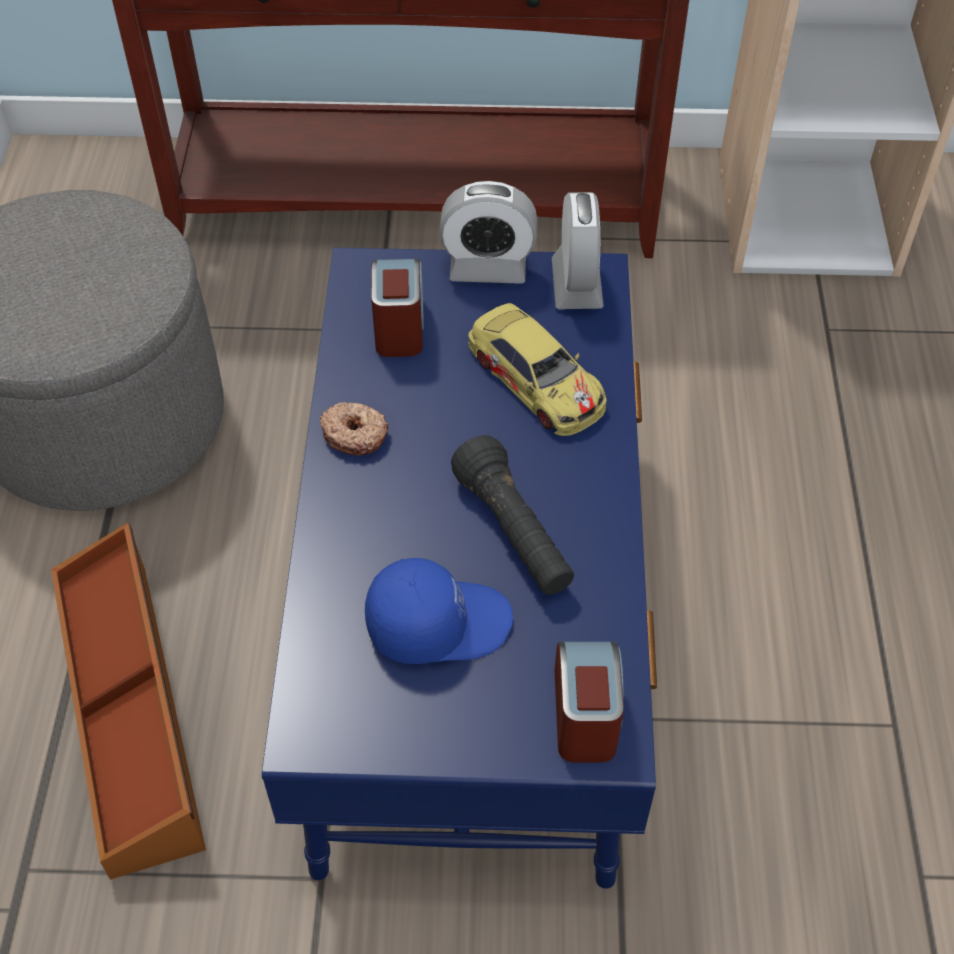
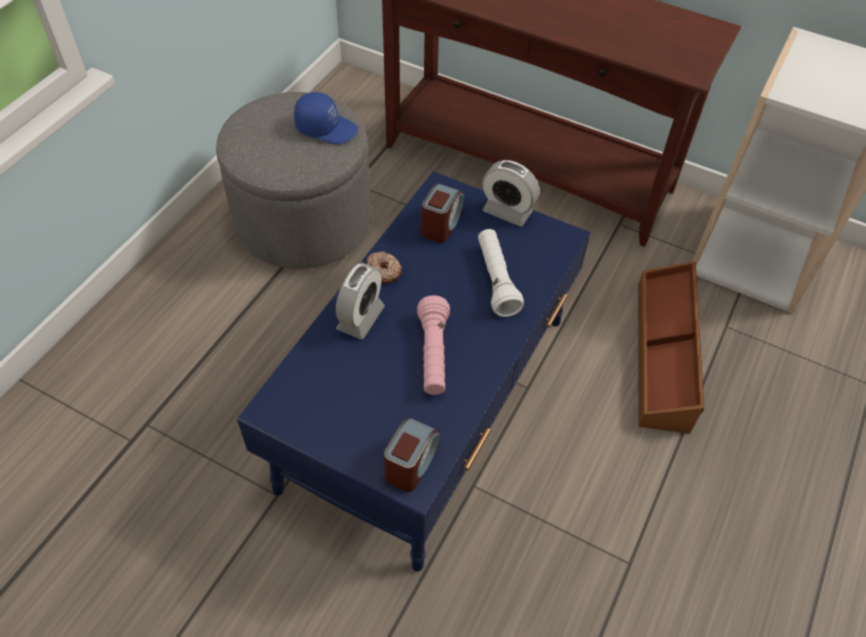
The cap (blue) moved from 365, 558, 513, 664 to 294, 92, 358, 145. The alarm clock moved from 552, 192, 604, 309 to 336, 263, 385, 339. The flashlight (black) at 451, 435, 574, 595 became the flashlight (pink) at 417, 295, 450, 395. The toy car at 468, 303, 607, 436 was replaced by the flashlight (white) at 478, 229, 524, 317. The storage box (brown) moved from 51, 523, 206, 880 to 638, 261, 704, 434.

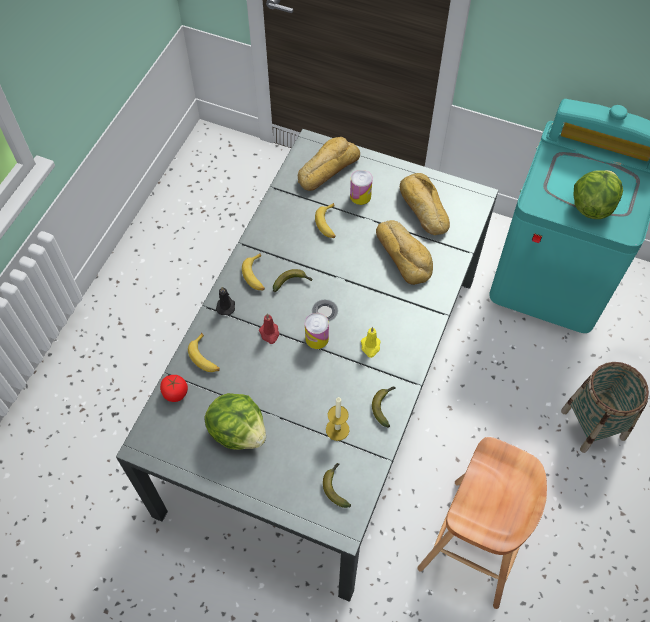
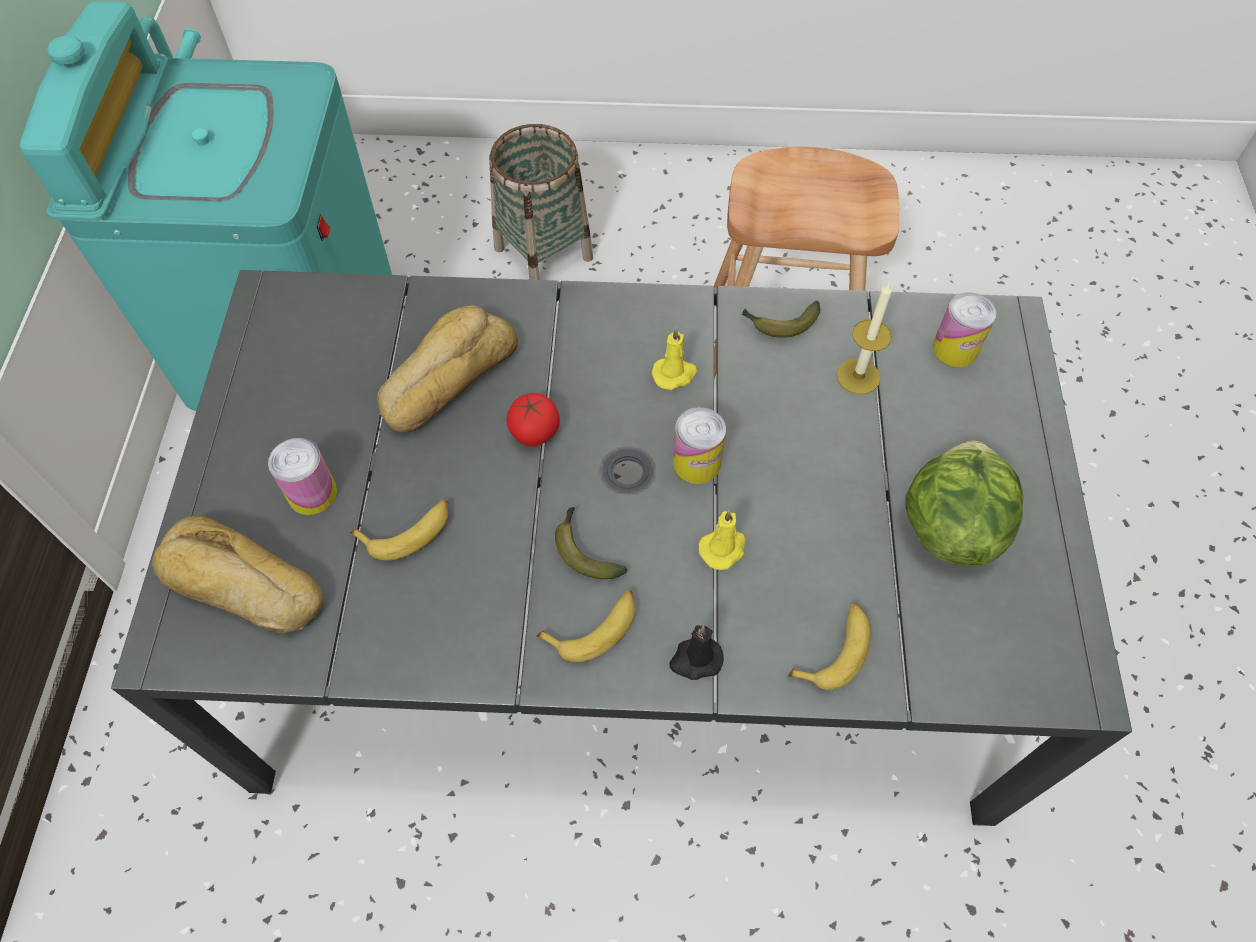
The tomato moved from 160, 375, 188, 402 to 506, 393, 560, 447. The candle (red) at 259, 313, 279, 344 became the candle (yellow) at 699, 510, 746, 570. The banana at 323, 463, 351, 508 was replaced by the can at 932, 292, 997, 367. The bread at 400, 173, 450, 235 disappeared. The lettuce at 573, 170, 623, 219 disappeared.

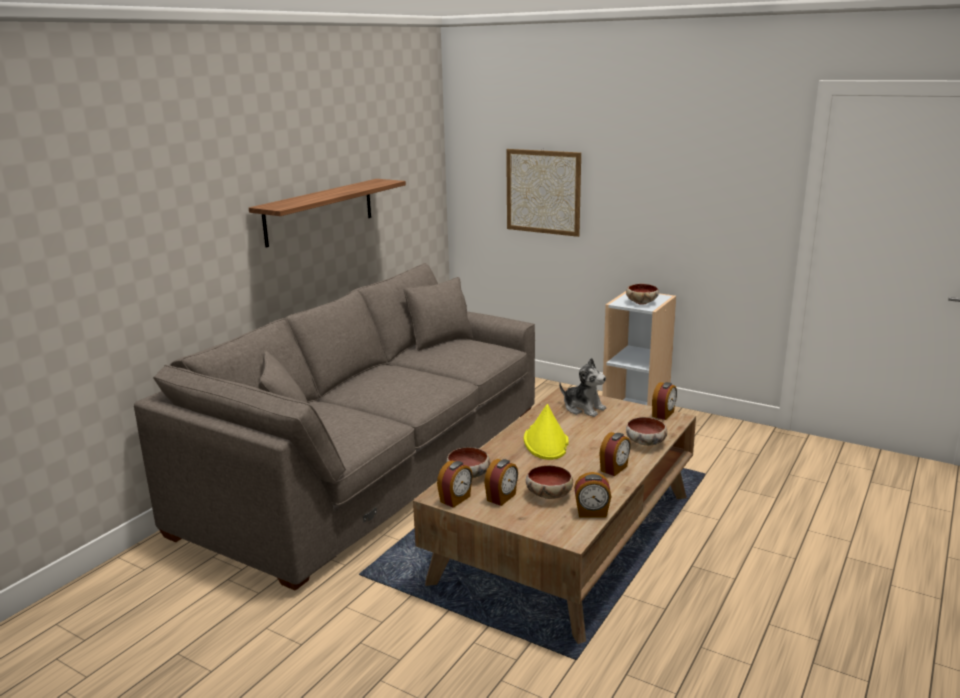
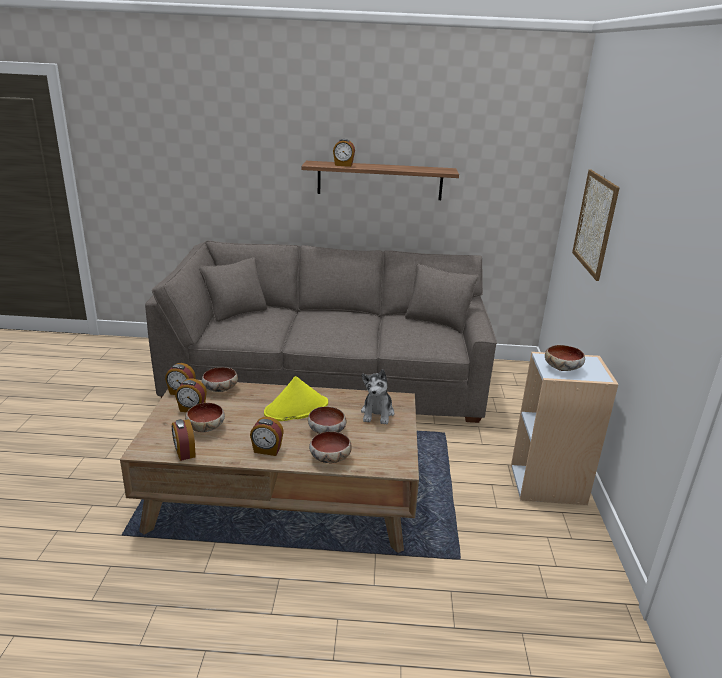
The bowl at 308, 406, 346, 434 appeared. The alarm clock moved from 652, 382, 677, 420 to 333, 139, 355, 167.

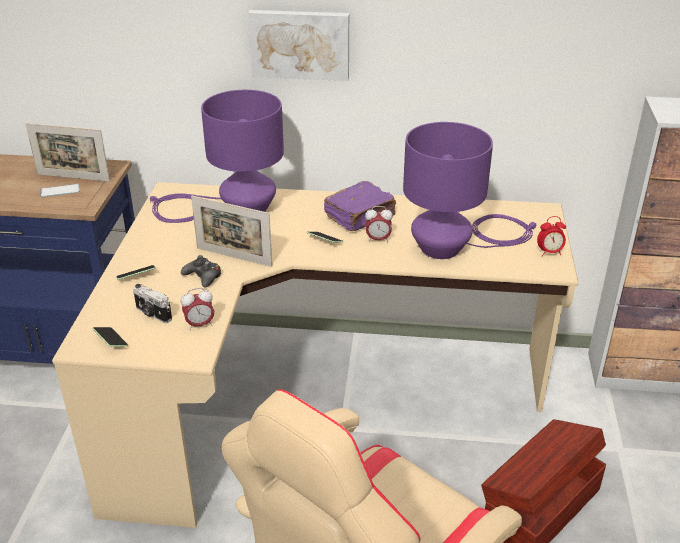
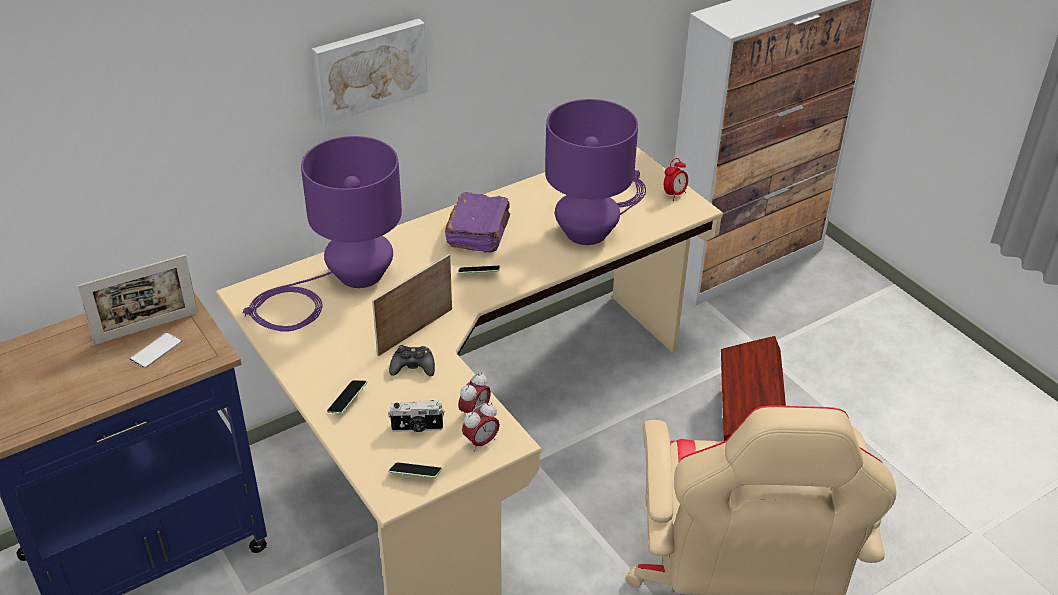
The picture frame at 191, 196, 272, 267 turned 150 degrees clockwise. The alarm clock moved from 365, 206, 393, 242 to 462, 403, 500, 452.

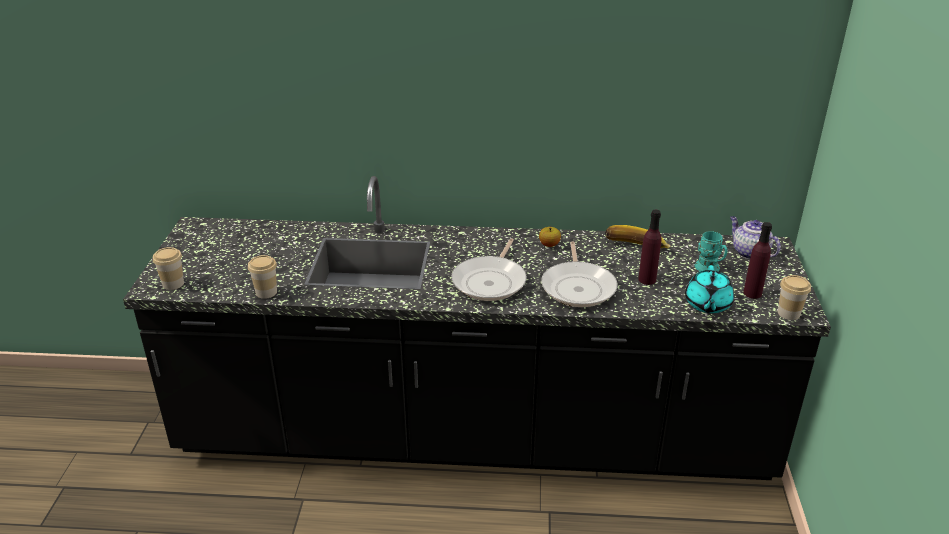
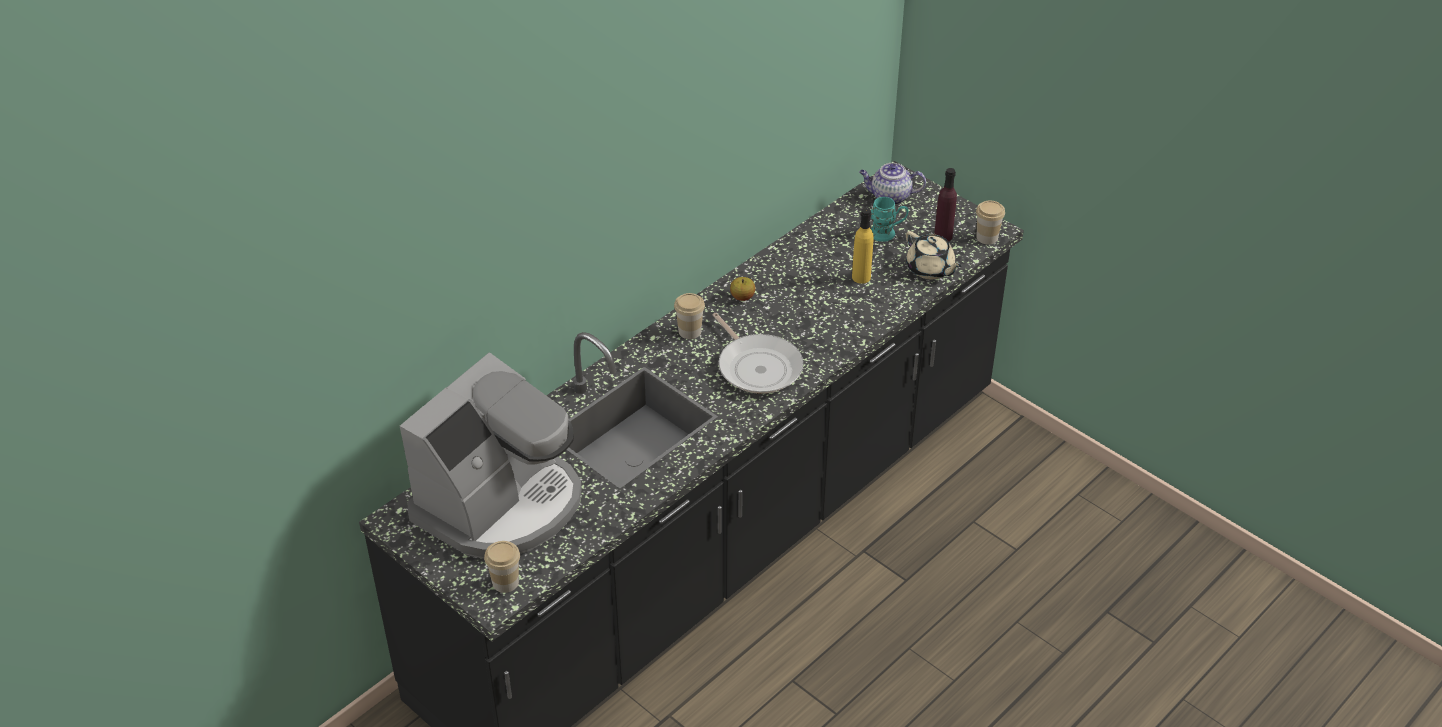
The coffee machine at 400, 352, 582, 559 appeared. The cup moved from 248, 255, 277, 299 to 674, 293, 705, 339. The bottle (purple) at 638, 210, 661, 285 became the bottle (yellow) at 852, 208, 874, 284. The teapot (turquoise) at 685, 265, 734, 313 became the teapot (beige) at 906, 231, 962, 279. The frying pan at 541, 241, 618, 307 disappeared. The banana at 605, 225, 671, 248 disappeared.

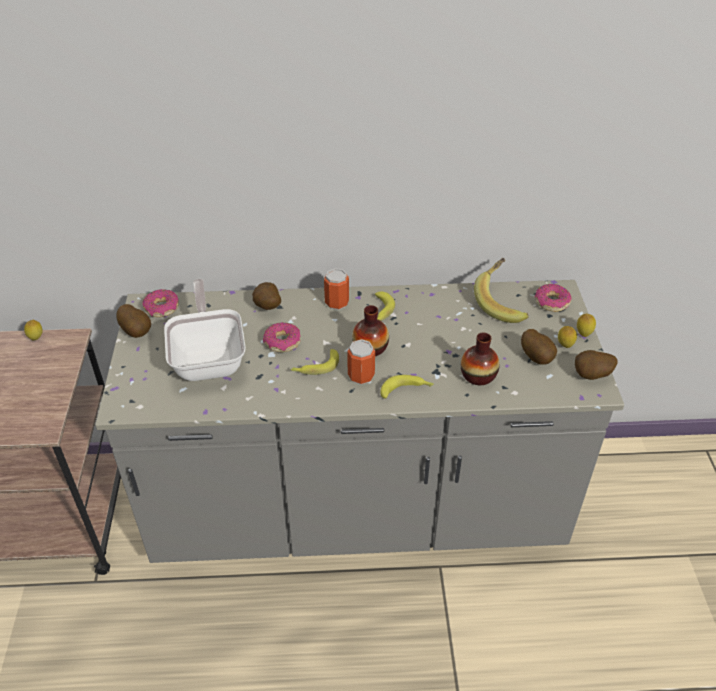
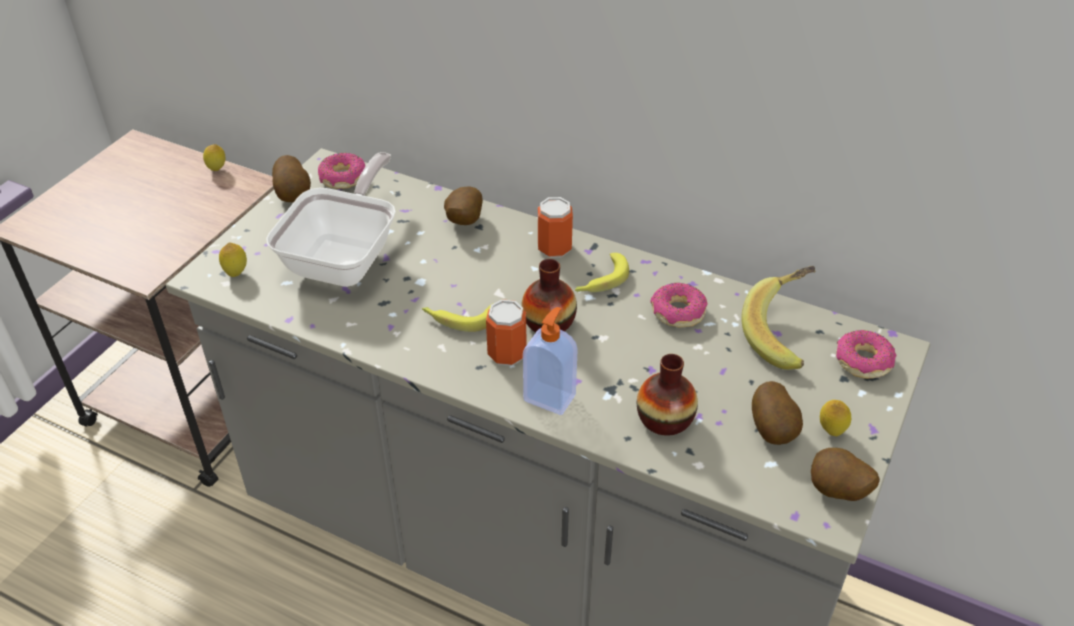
The lemon moved from 577, 314, 596, 337 to 219, 242, 247, 277. The banana at 380, 375, 434, 399 was replaced by the soap dispenser at 523, 307, 578, 415. The donut moved from 263, 322, 301, 352 to 650, 283, 707, 328.

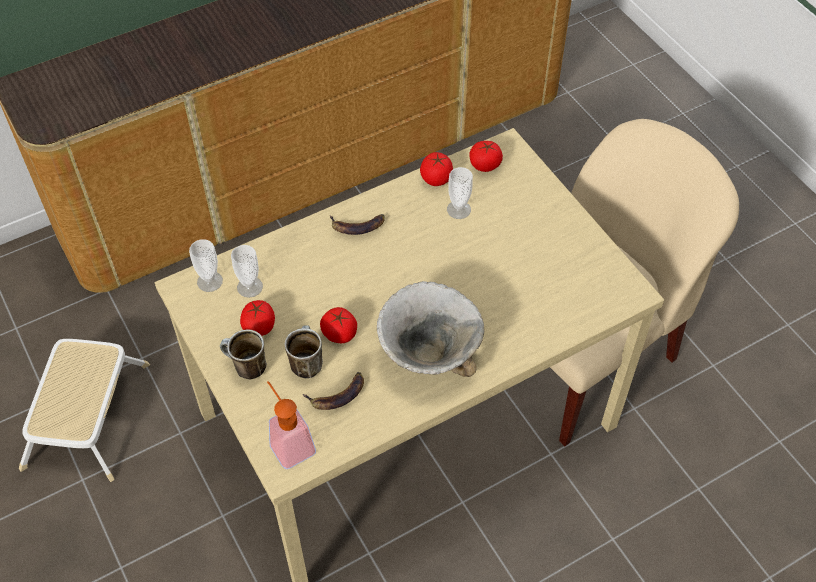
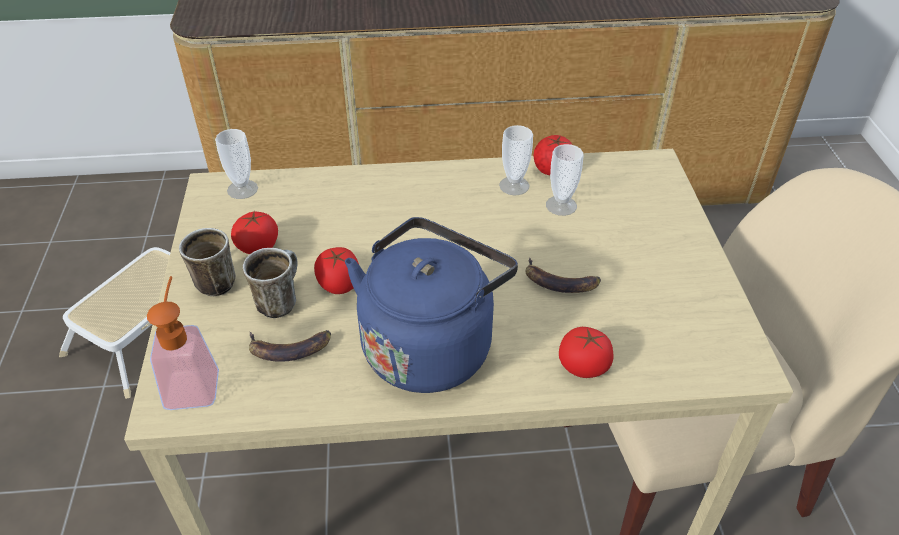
The bowl at 377, 281, 485, 377 was replaced by the kettle (blue) at 345, 217, 518, 393. The cup moved from 231, 245, 263, 298 to 499, 125, 533, 195. The banana moved from 330, 214, 385, 235 to 525, 257, 601, 293. The tomato moved from 470, 141, 503, 172 to 559, 327, 614, 378.

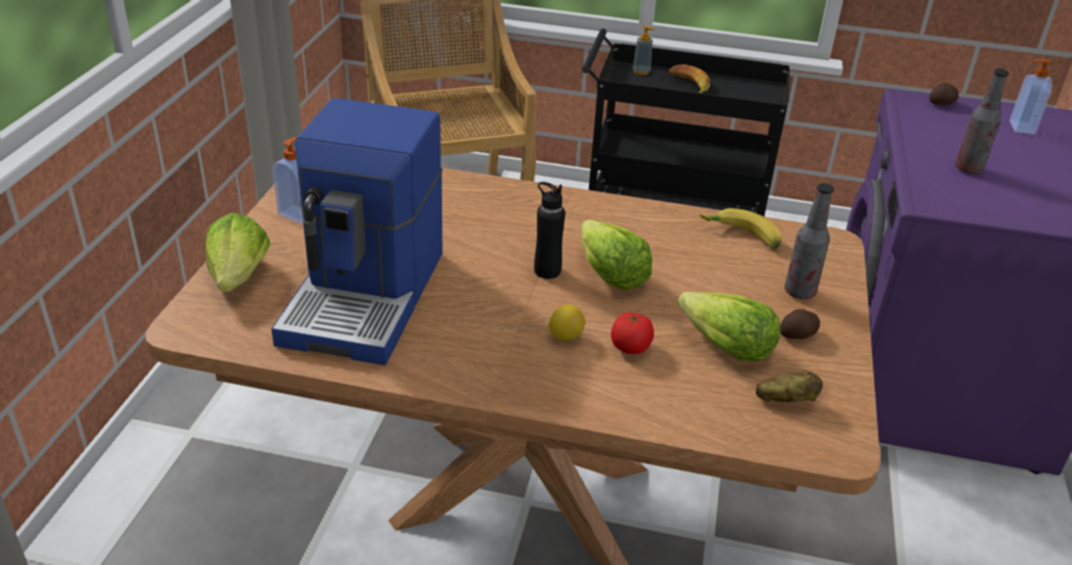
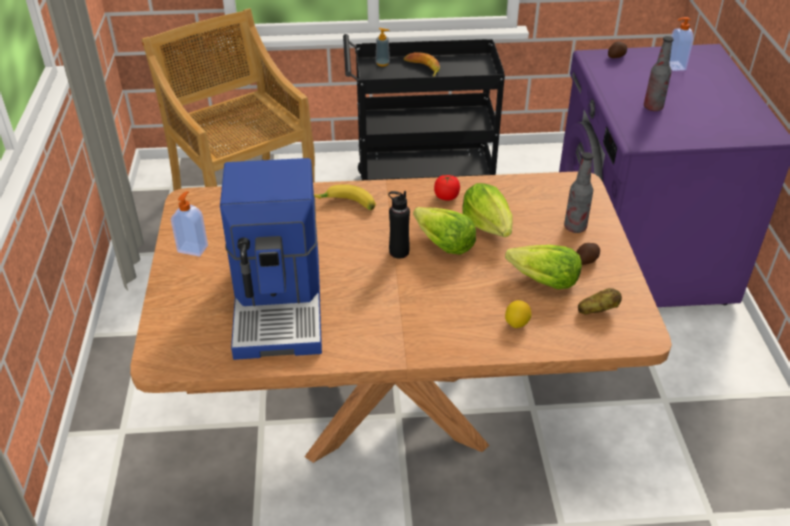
The banana moved from 700, 208, 782, 249 to 314, 184, 376, 210. The tomato moved from 611, 311, 654, 354 to 434, 175, 460, 201. The lettuce moved from 205, 213, 270, 292 to 462, 183, 513, 237. The lemon moved from 549, 304, 585, 341 to 505, 300, 531, 328.

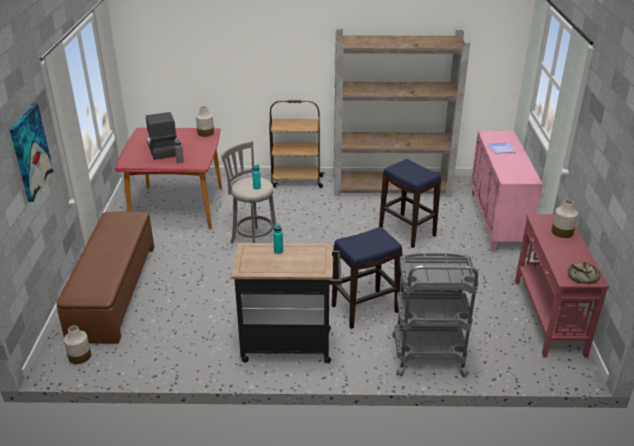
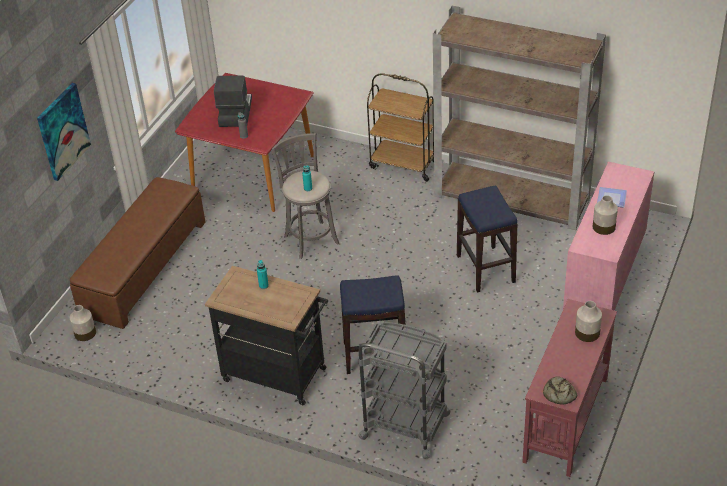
The vase (beige) moved from 196, 106, 214, 137 to 593, 195, 618, 235.

